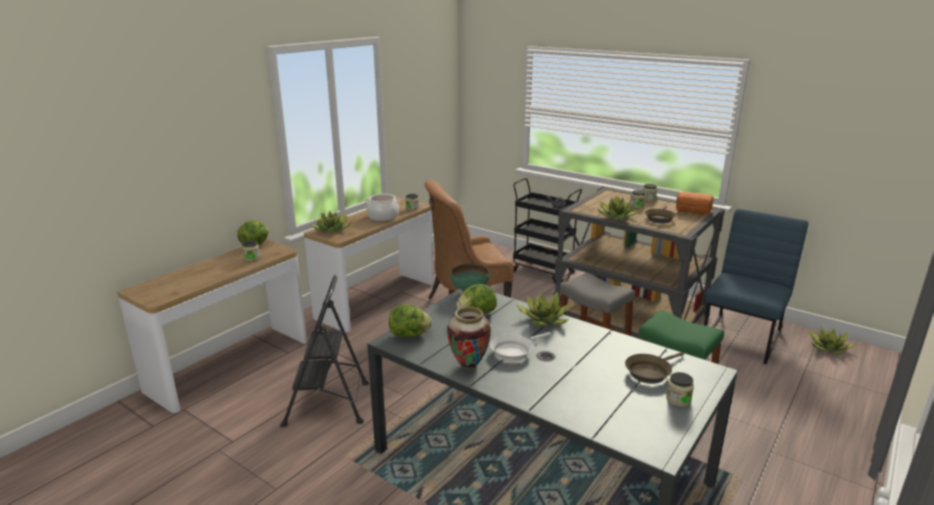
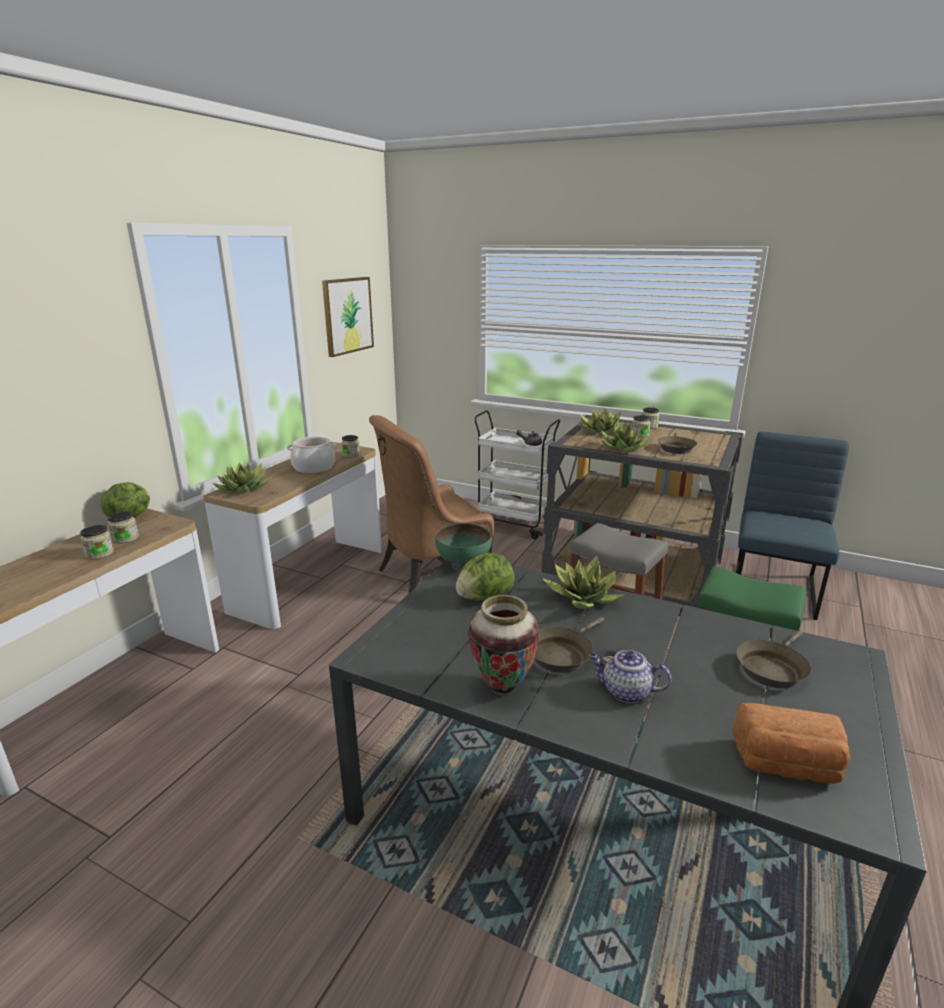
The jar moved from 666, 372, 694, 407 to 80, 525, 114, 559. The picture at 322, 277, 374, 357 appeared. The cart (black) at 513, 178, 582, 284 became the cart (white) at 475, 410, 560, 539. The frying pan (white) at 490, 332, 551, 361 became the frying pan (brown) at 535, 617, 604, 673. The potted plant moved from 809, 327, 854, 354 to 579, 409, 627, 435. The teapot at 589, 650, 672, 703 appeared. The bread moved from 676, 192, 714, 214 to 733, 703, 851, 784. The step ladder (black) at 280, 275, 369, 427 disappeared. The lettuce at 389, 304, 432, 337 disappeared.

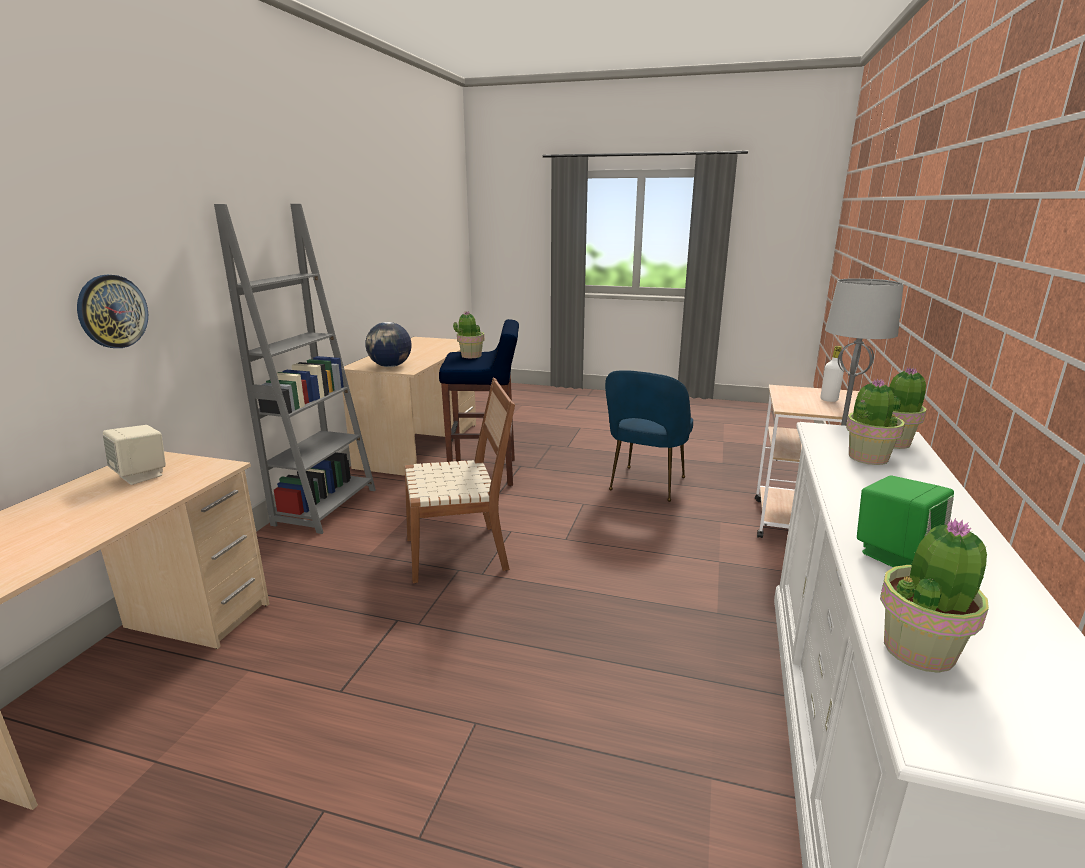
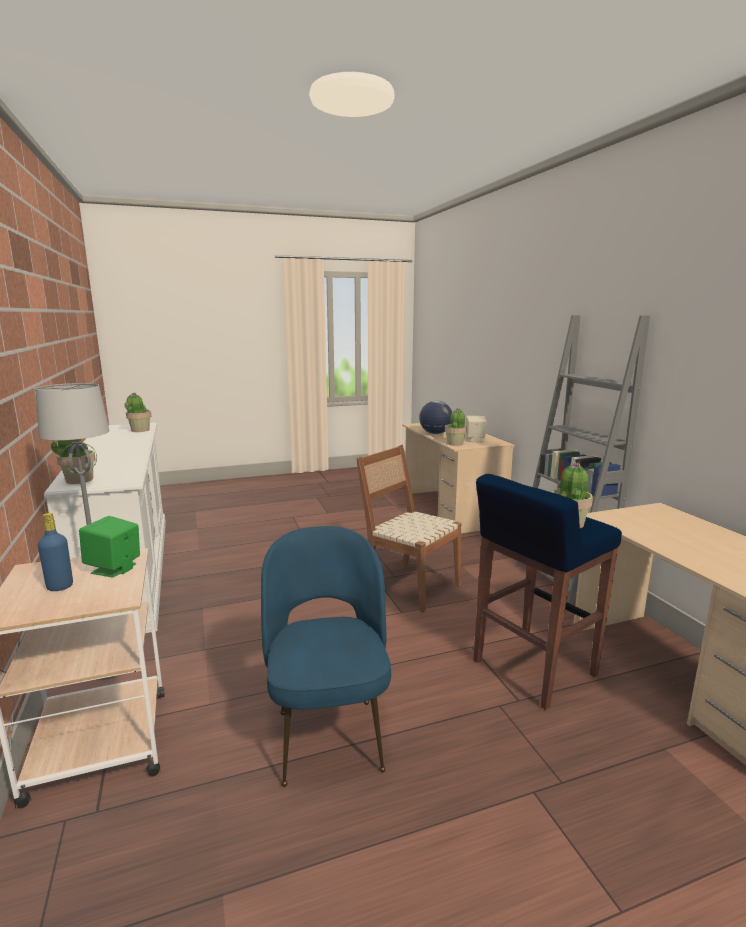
The bottle (white) at 821, 346, 844, 402 became the bottle (blue) at 38, 513, 73, 591. The speaker (green) moved from 857, 476, 954, 567 to 79, 516, 140, 577. The chair at 405, 378, 515, 583 turned 90 degrees clockwise. The globe moved from 365, 322, 412, 367 to 419, 401, 452, 434. The potted plant moved from 846, 378, 905, 465 to 445, 408, 467, 446. The wall clock at 77, 275, 148, 348 disappeared.

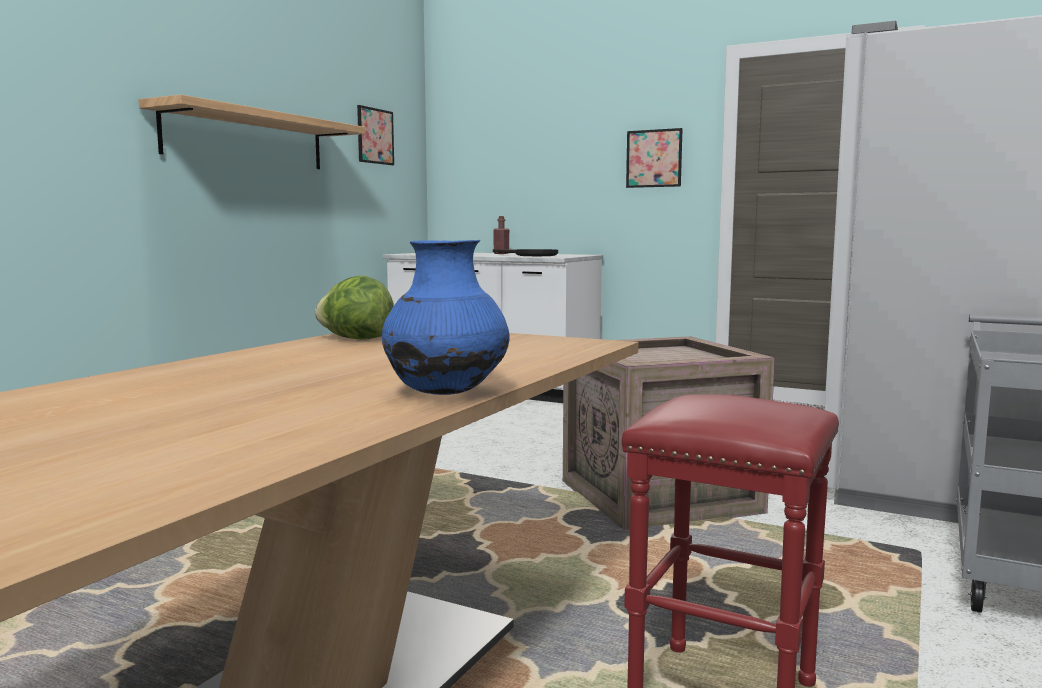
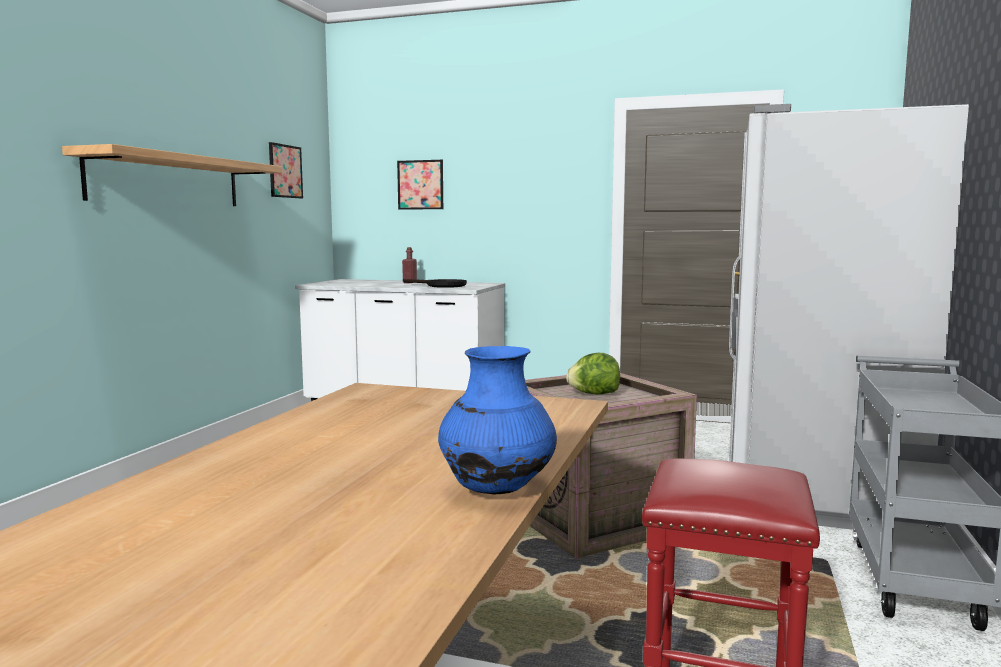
The picture moved from 626, 128, 683, 188 to 397, 160, 443, 210. The lettuce moved from 315, 276, 394, 340 to 566, 353, 620, 394.

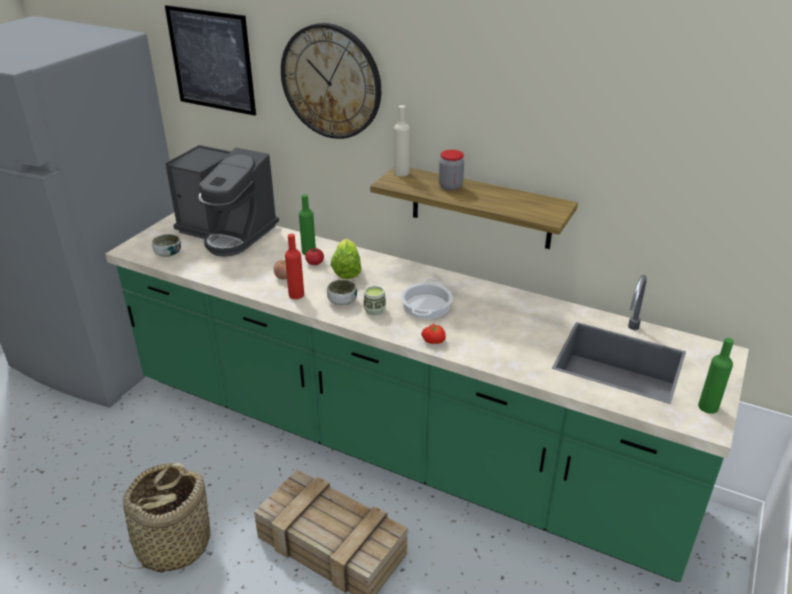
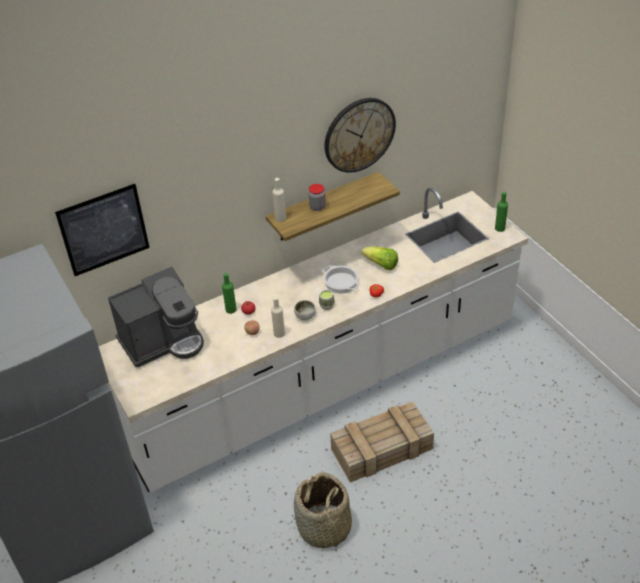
The counter (green) at 105, 212, 749, 582 became the counter (white) at 99, 187, 528, 492. The bottle (red) at 285, 234, 304, 299 became the bottle (beige) at 271, 297, 285, 338. The wall clock moved from 281, 23, 381, 139 to 324, 98, 396, 173. The lettuce moved from 331, 239, 362, 279 to 361, 246, 398, 270. The bowl at 152, 234, 181, 257 disappeared.

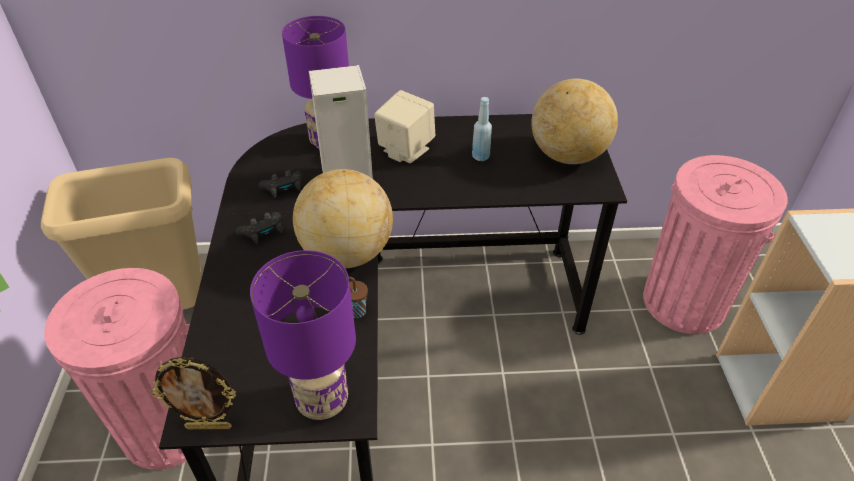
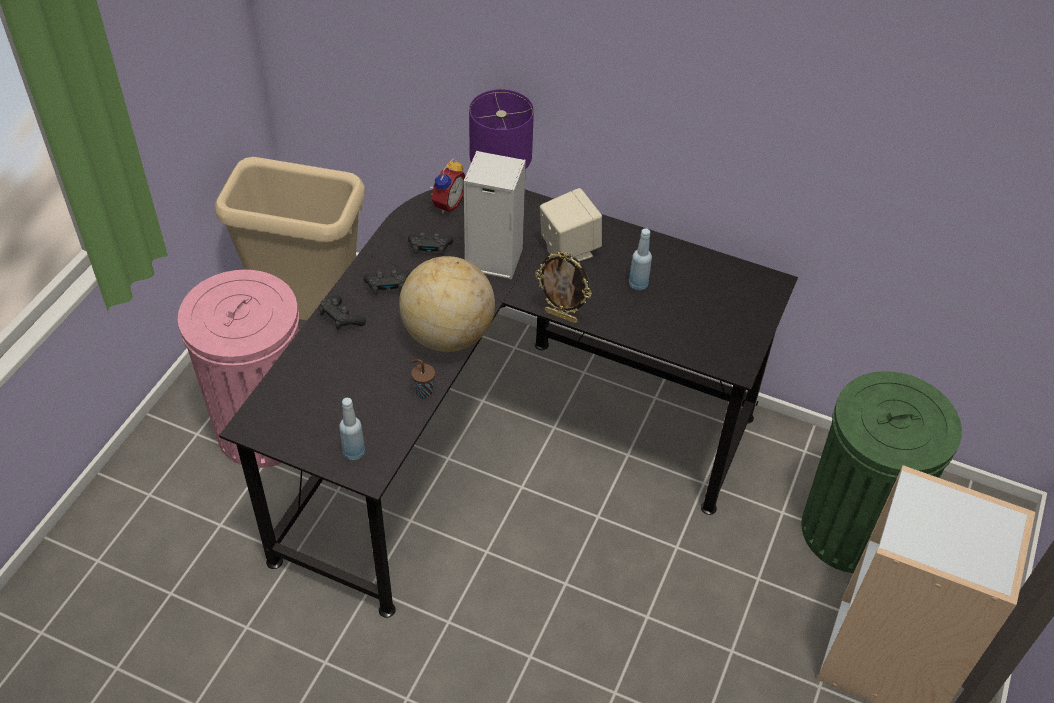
The game controller (black) at 318, 295, 366, 331 appeared. The table lamp (purple) at 250, 250, 356, 420 was replaced by the bottle (blue) at 339, 398, 365, 461. The alarm clock at 430, 158, 465, 214 appeared. The picture frame moved from 151, 357, 236, 430 to 535, 252, 592, 323. The trash can (pink) at 643, 155, 788, 334 became the trash can (green) at 801, 371, 962, 573. The globe at 532, 79, 618, 164 disappeared.

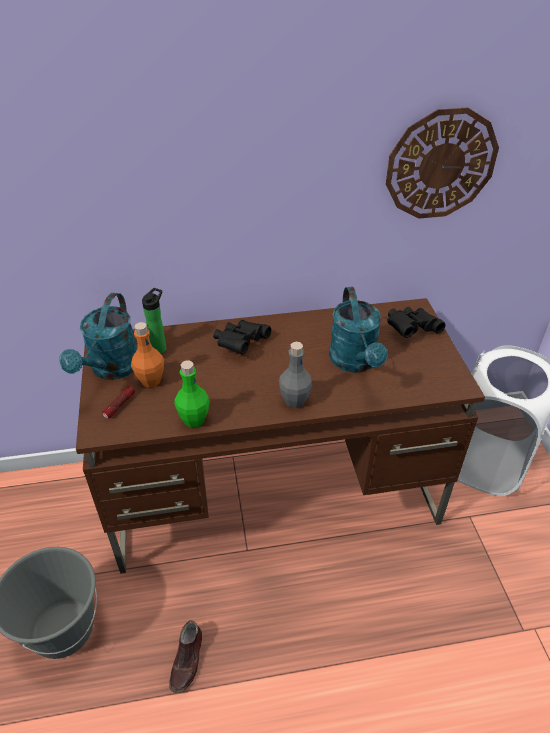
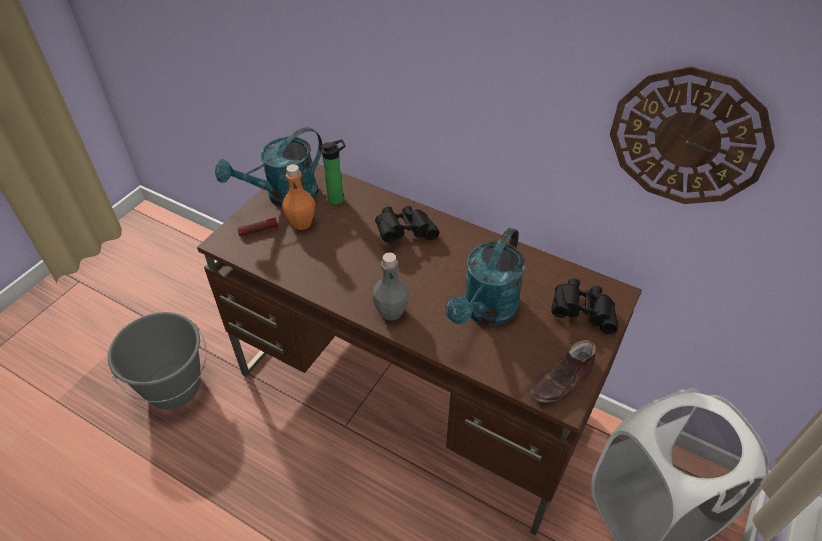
The shoe (brown) moved from 169, 620, 202, 693 to 530, 340, 596, 403. The bottle (green) at 174, 360, 210, 428 disappeared.

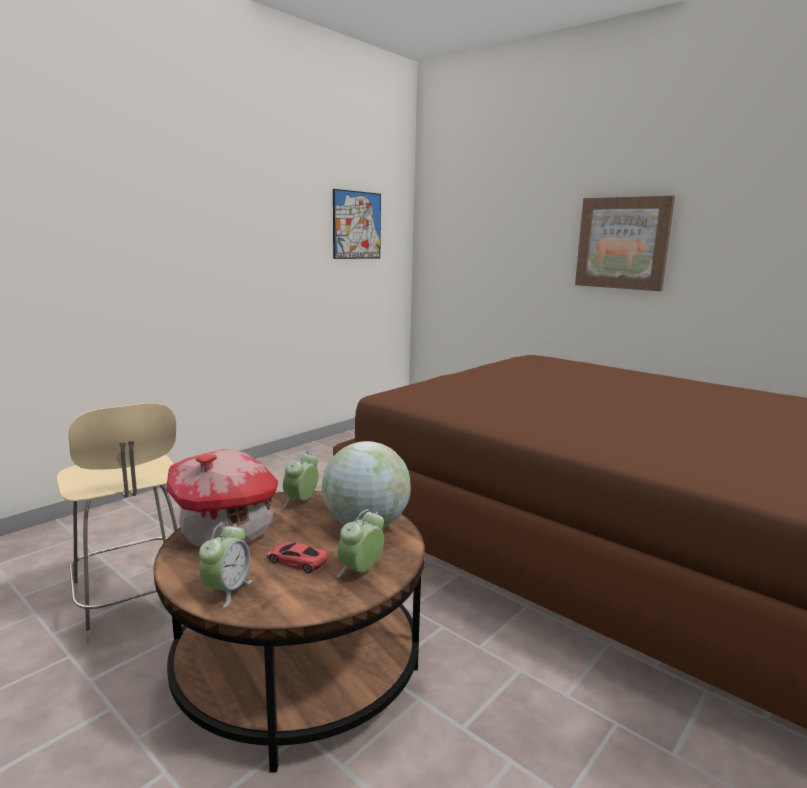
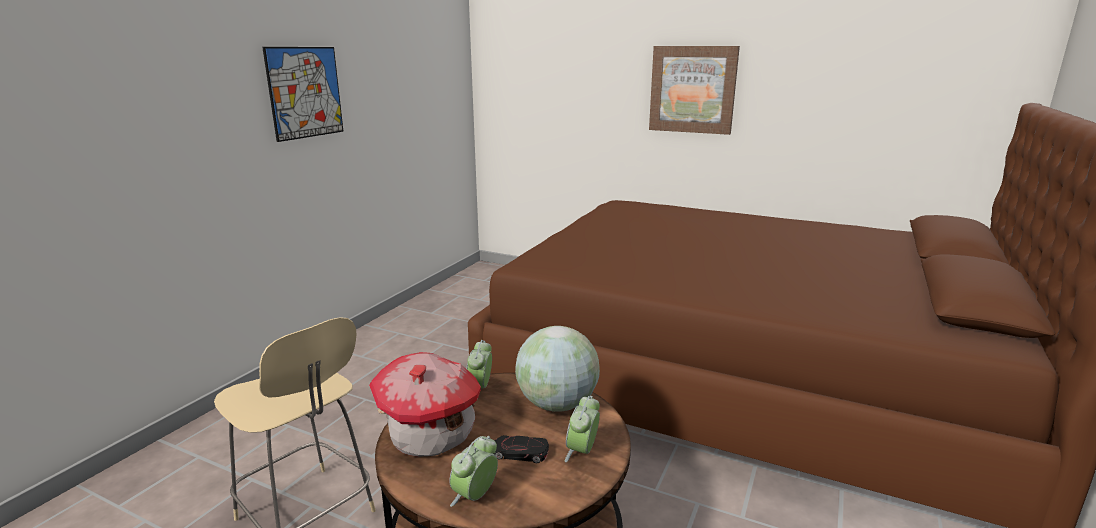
The picture moved from 333, 189, 381, 259 to 262, 47, 344, 142. The alarm clock at 199, 522, 252, 608 turned 150 degrees counterclockwise. The toy car (red) at 267, 542, 328, 573 became the toy car (black) at 494, 435, 549, 463.

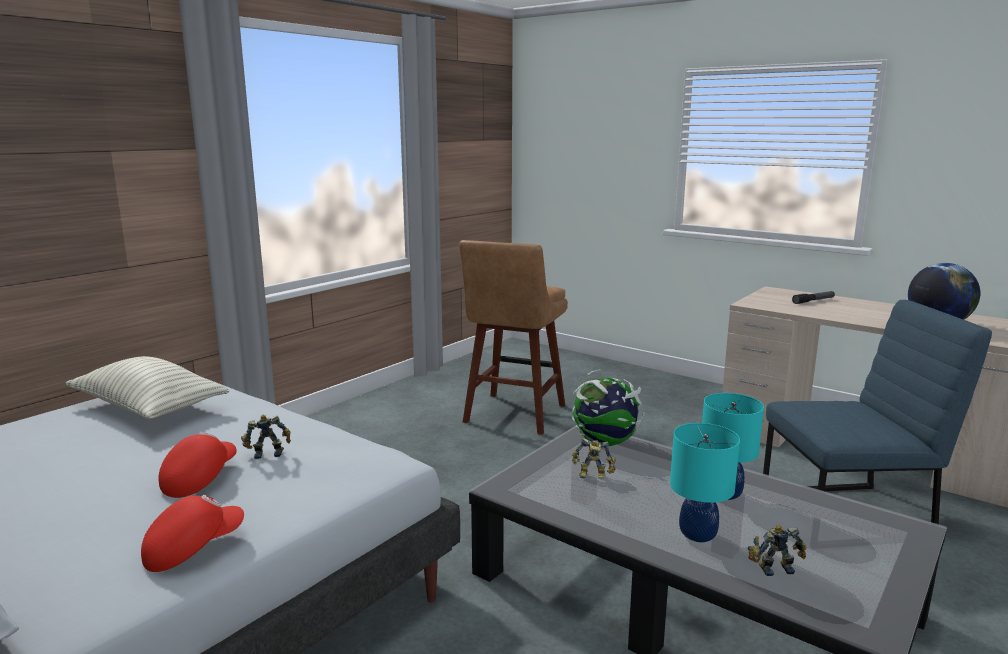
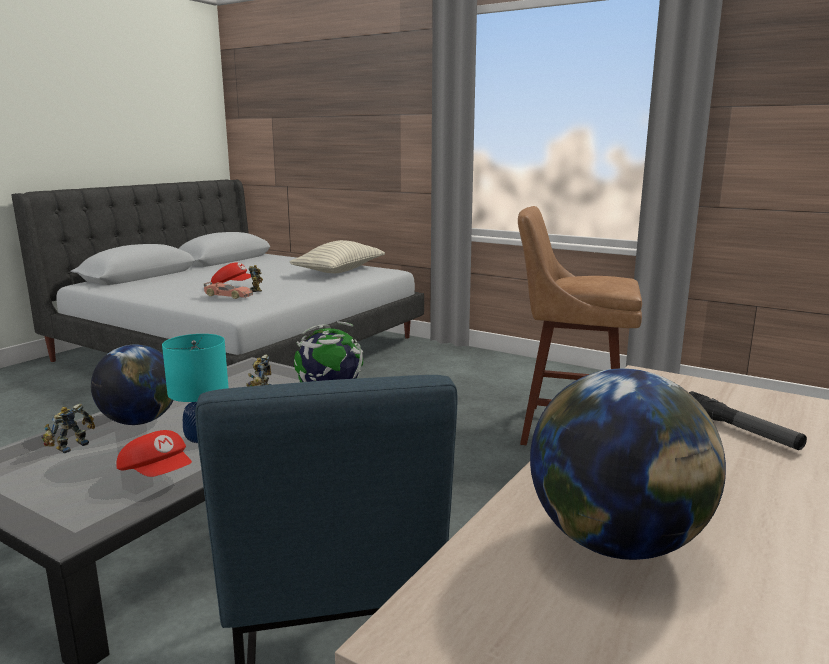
The toy robot at 748, 525, 807, 576 turned 135 degrees counterclockwise. The table lamp (turquoise) at 670, 423, 740, 542 was replaced by the globe at 91, 344, 174, 425. The cap (red) moved from 141, 495, 244, 572 to 116, 430, 192, 477. The toy car at 204, 282, 253, 299 appeared.

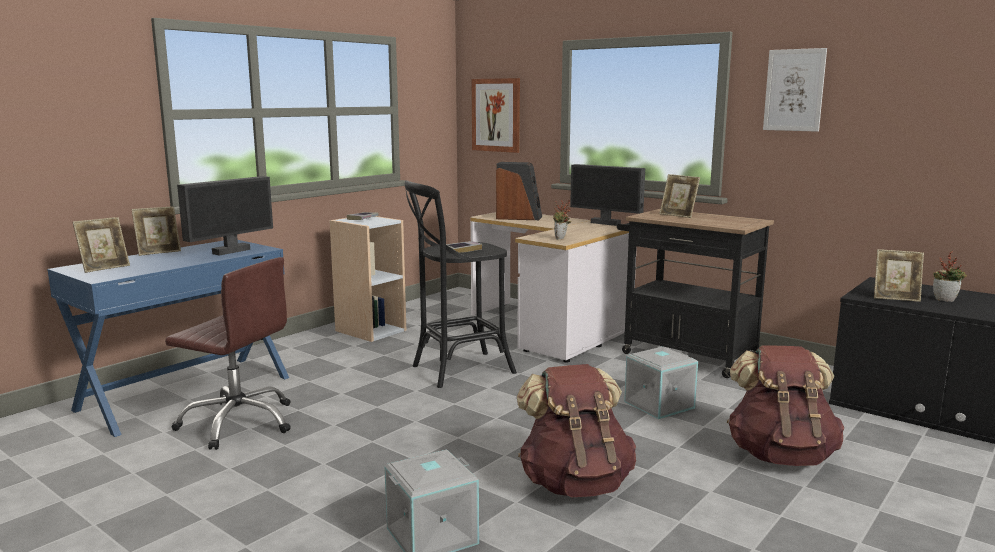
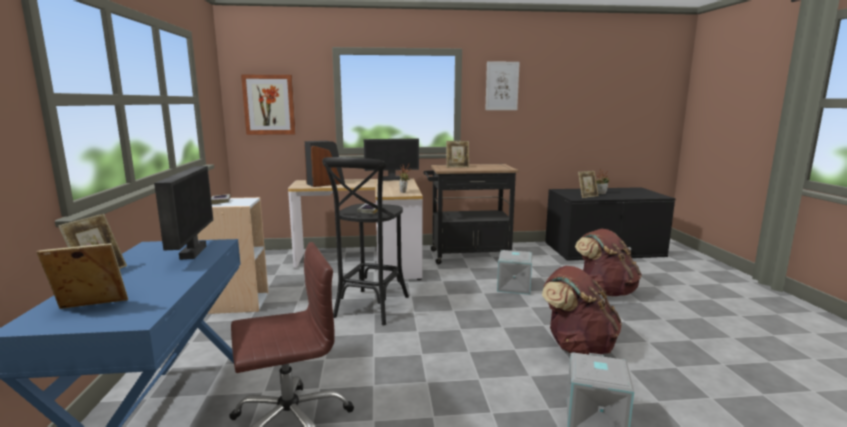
The picture frame at 72, 217, 130, 273 turned 105 degrees counterclockwise.

